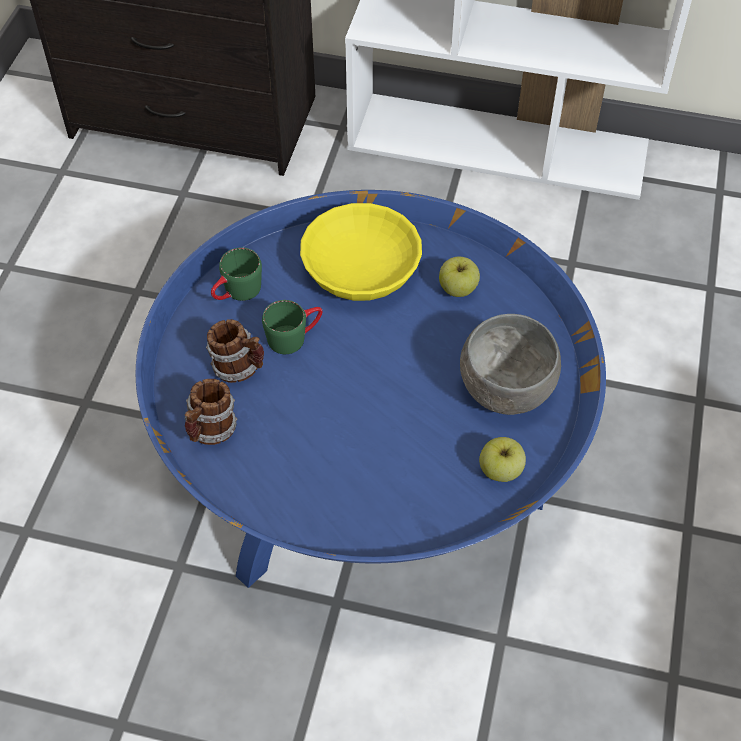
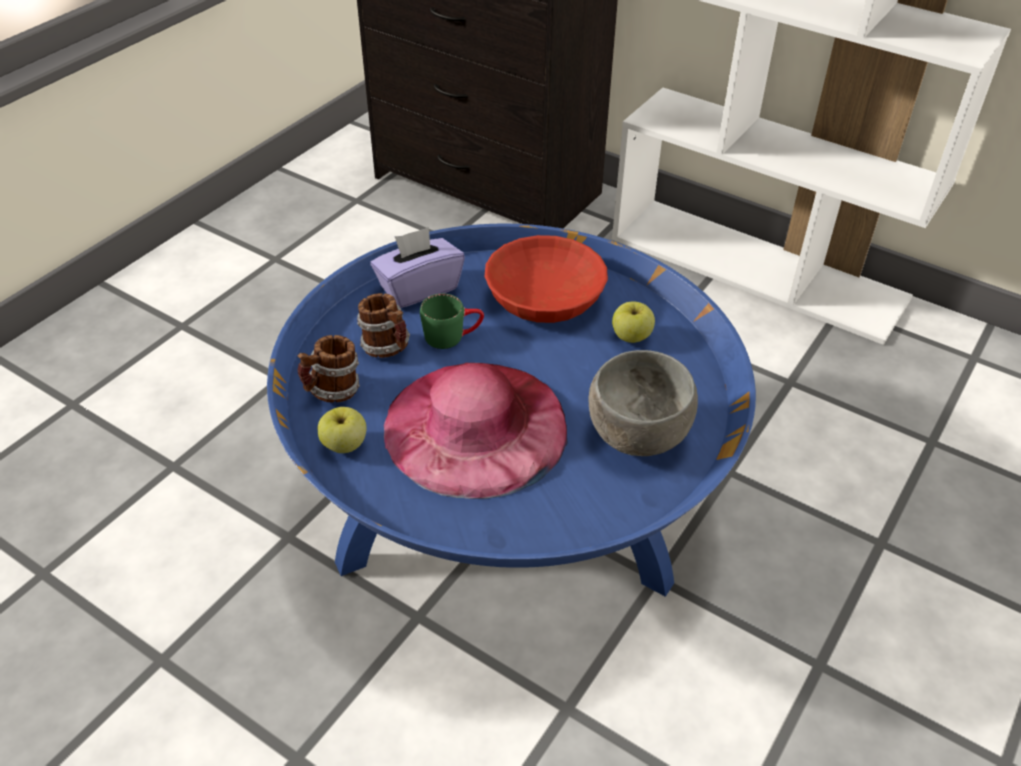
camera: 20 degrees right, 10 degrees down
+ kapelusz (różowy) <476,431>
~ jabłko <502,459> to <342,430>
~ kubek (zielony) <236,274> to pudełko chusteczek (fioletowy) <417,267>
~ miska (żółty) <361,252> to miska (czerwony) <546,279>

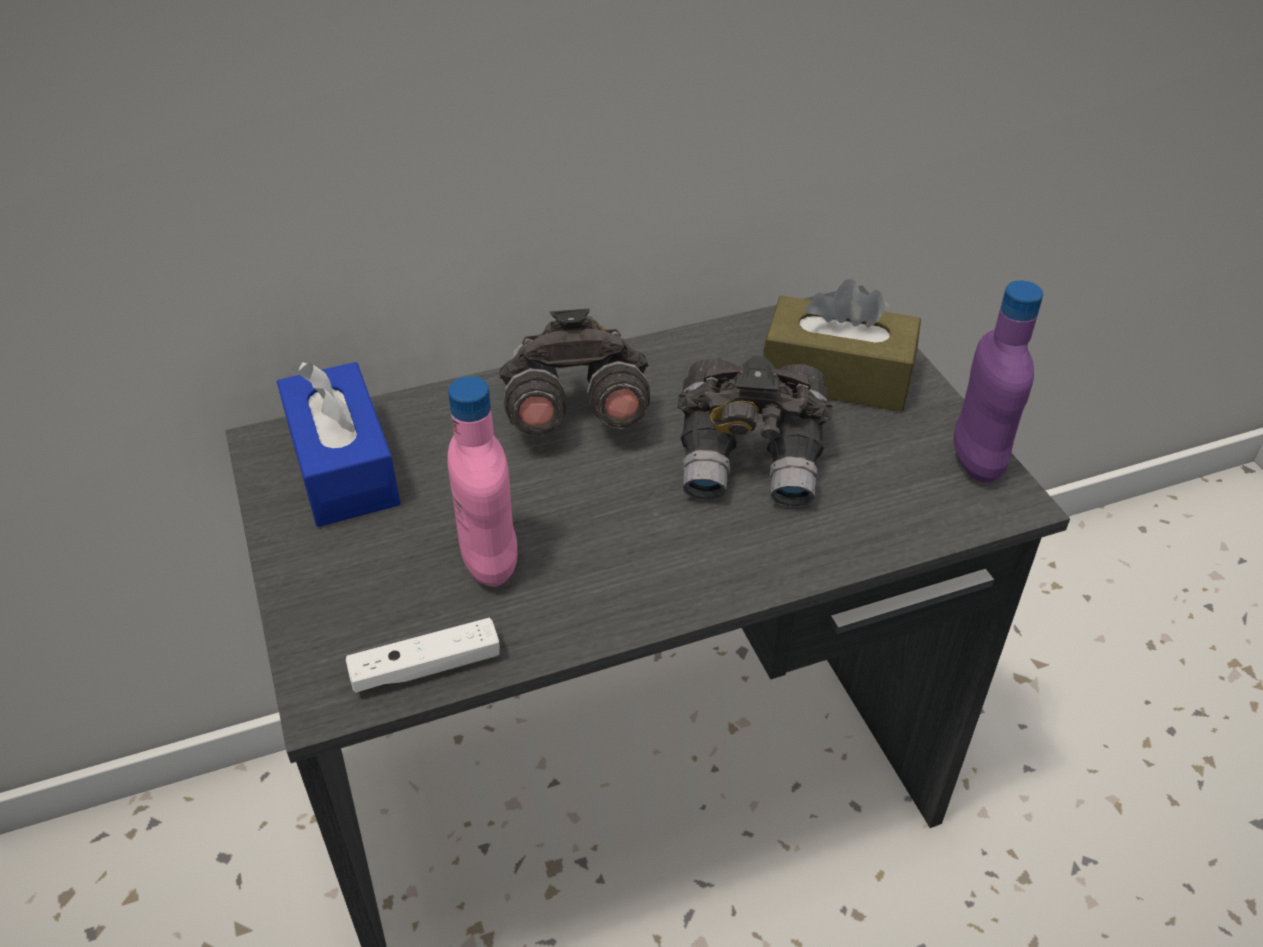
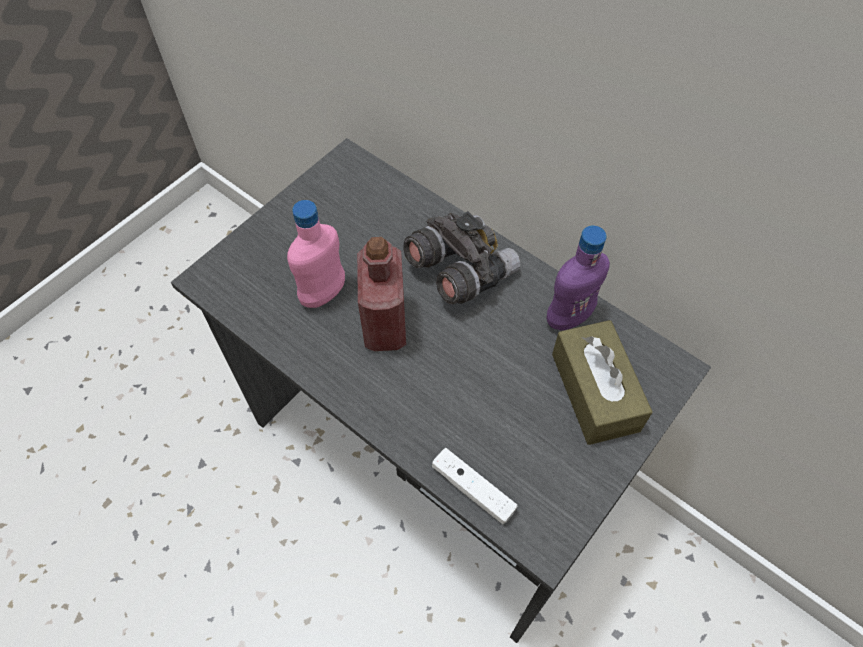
camera: 60 degrees right, 15 degrees up
- pudełko chusteczek (niebieski) <338,444>
- lornetka (szary) <755,431>
+ butelka (czerwony) <381,294>
~ pad do gier (biały) <422,655> to <474,486>
~ butelka (fioletowy) <998,381> to <578,278>

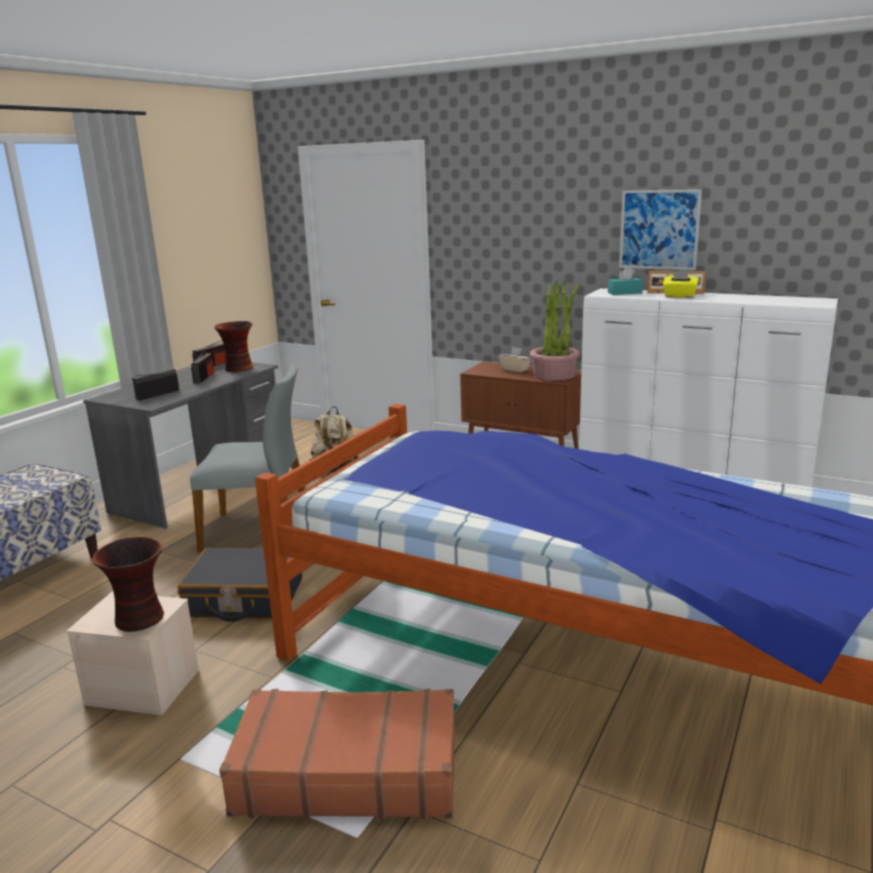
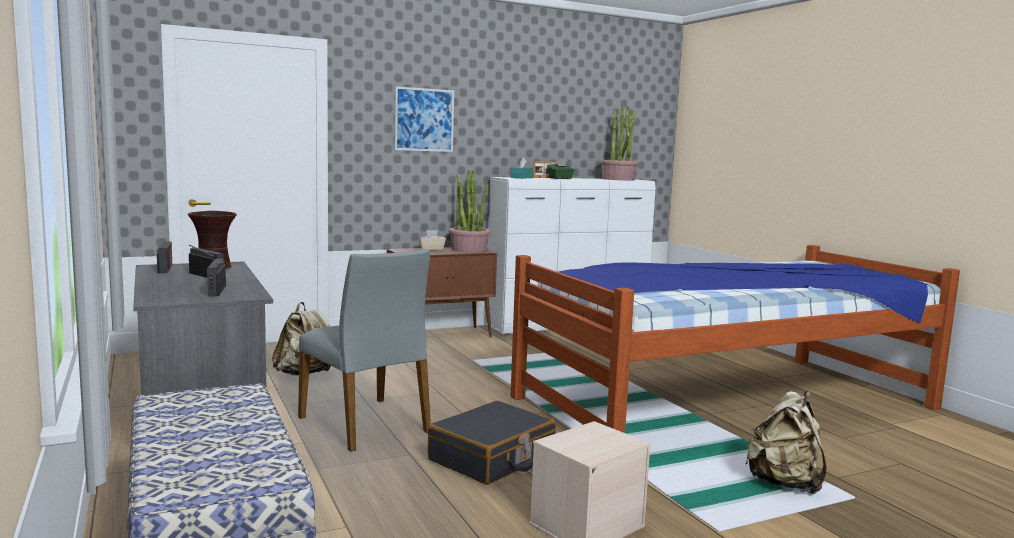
camera: 55 degrees left, 10 degrees down
- wazon <128,584>
+ roślina doniczkowa <619,143>
~ obraz <660,229> to <424,119>
~ walizka (brązowy) <337,754> to plecak (beżowy) <786,442>
~ pudełko chusteczek (żółty) <681,284> to pudełko chusteczek (zielony) <561,169>
~ krzesło (szary) <247,458> = <364,350> 105 degrees clockwise

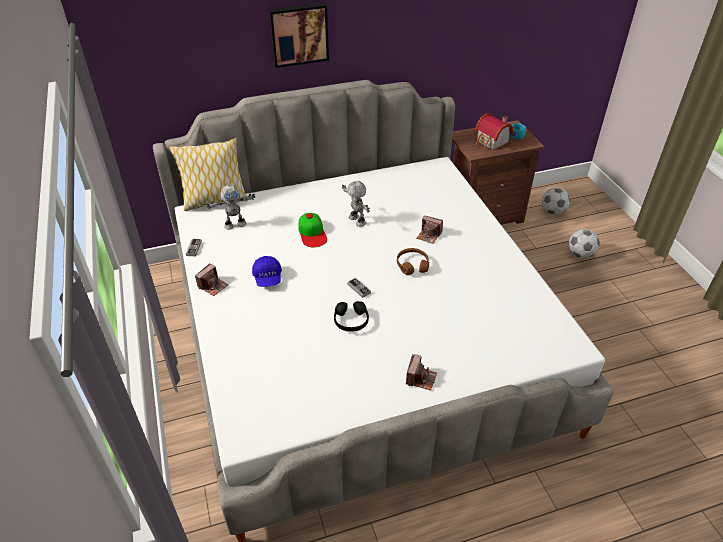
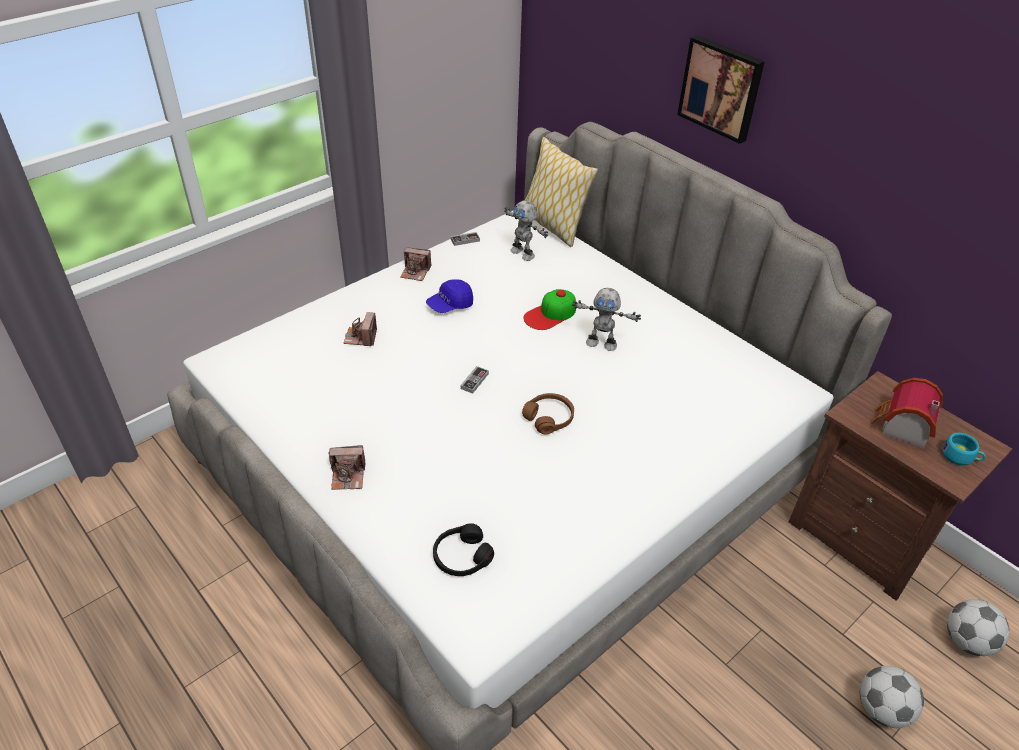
camera: 65 degrees right, 0 degrees up
~ słuchawki (czarny) <351,316> to <463,549>
~ aparat fotograficzny <430,230> to <360,329>
~ robot zabawkowy <356,204> = <606,319> 75 degrees clockwise

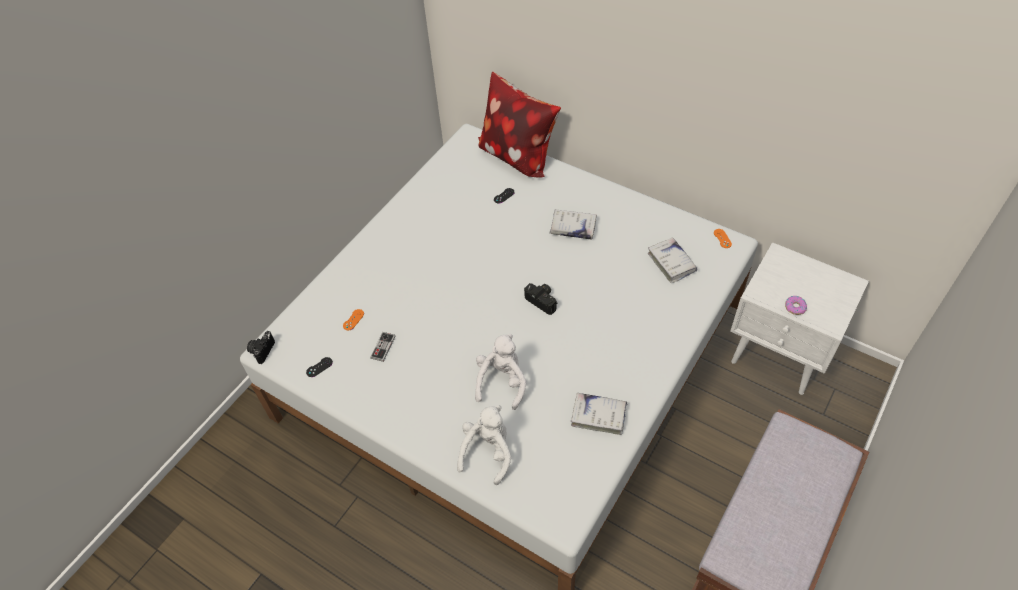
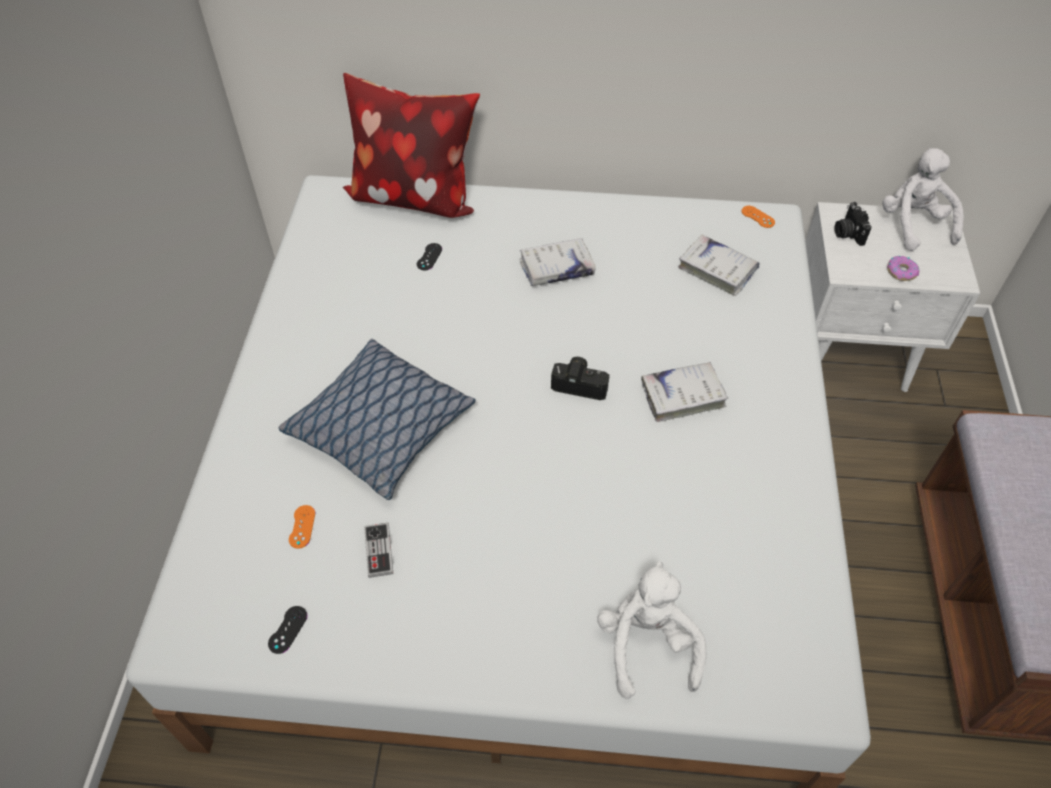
camera: 30 degrees left, 0 degrees up
+ poduszka <377,419>
~ aparat fotograficzny <261,347> to <853,224>
~ pluszak (biały) <500,371> to <923,199>
~ książka (biały) <599,414> to <685,392>

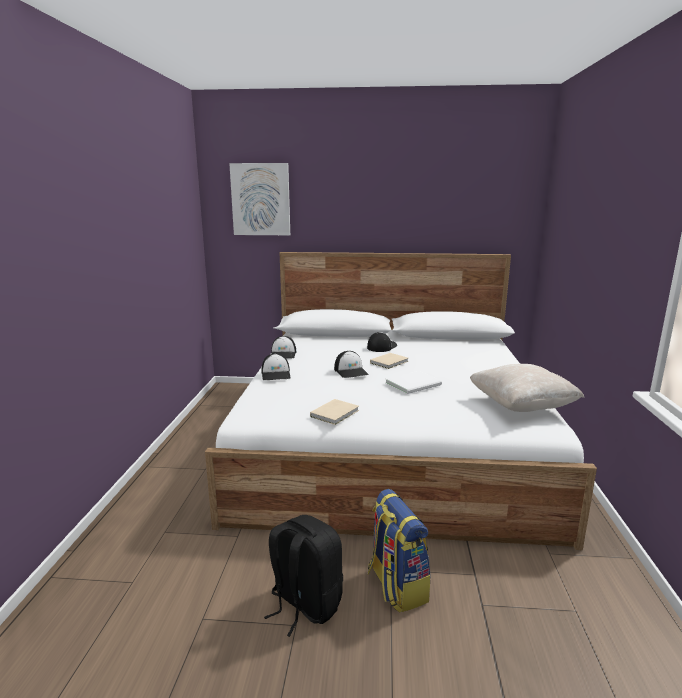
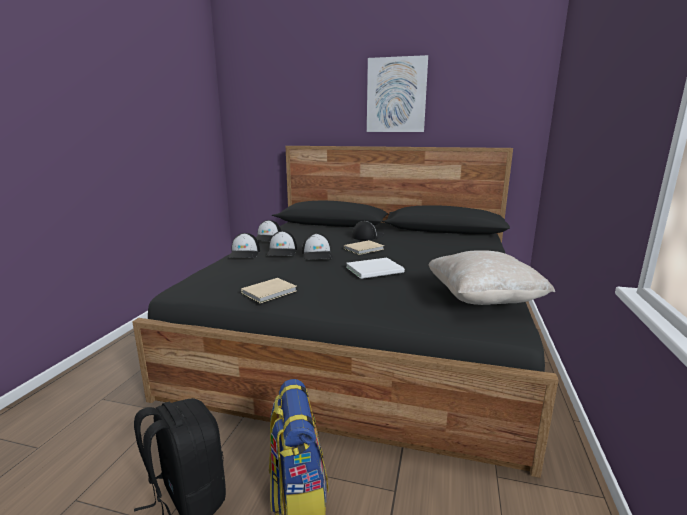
camera: 10 degrees right, 0 degrees up
+ czapka z daszkiem <281,243>
~ obraz <259,199> to <397,93>
~ łóżko (biały) <401,401> to łóżko (czarny) <345,312>

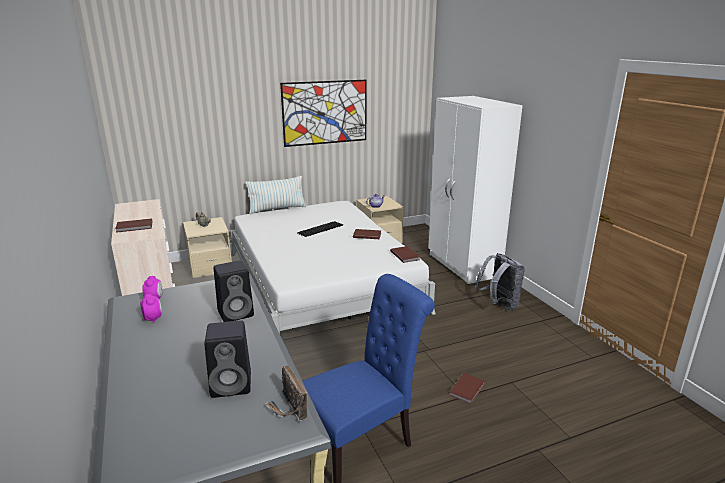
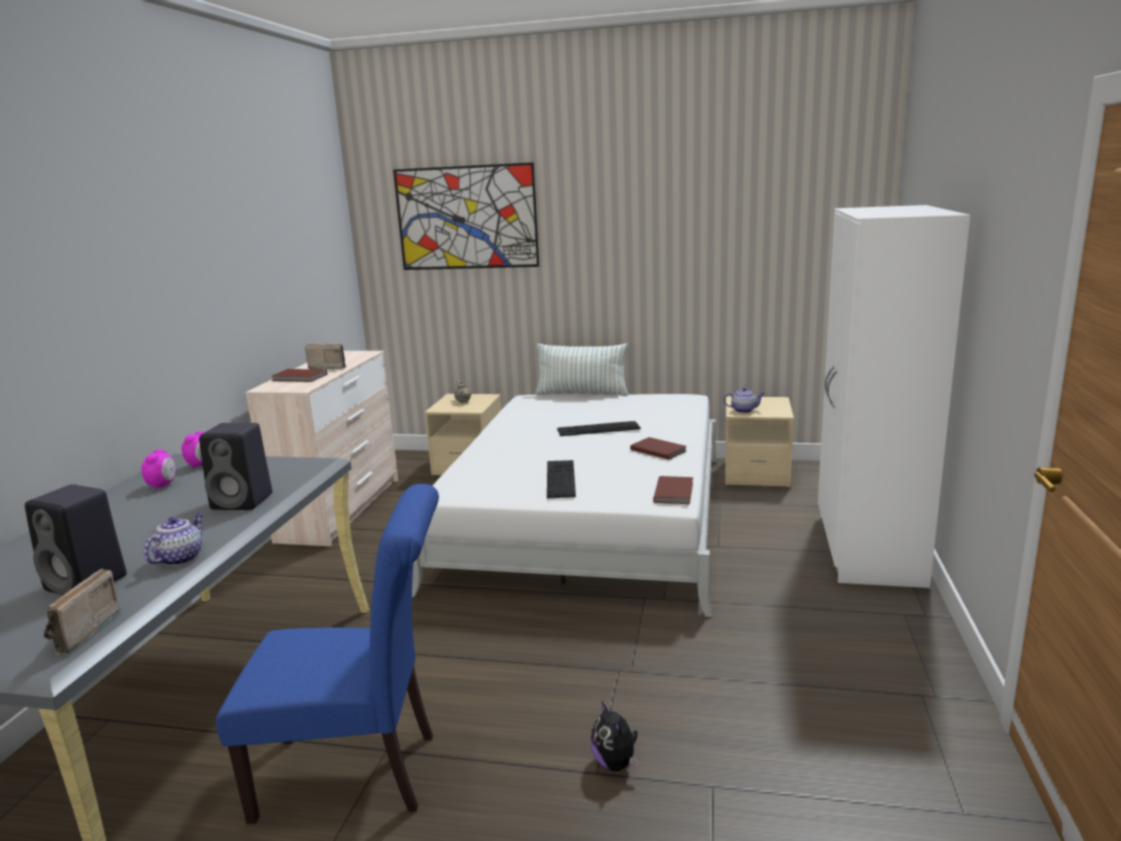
camera: 35 degrees right, 5 degrees down
- plecak (szary) <500,281>
+ imbryk <173,539>
+ radio <326,357>
+ klawiatura <561,479>
~ obraz <323,113> to <466,216>
~ książka (brązowy) <467,388> to pluszak <614,736>

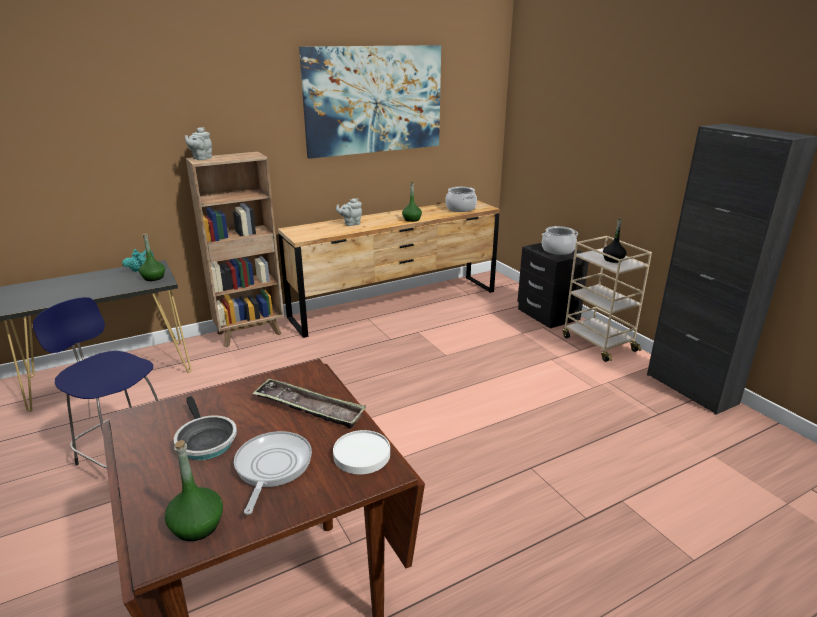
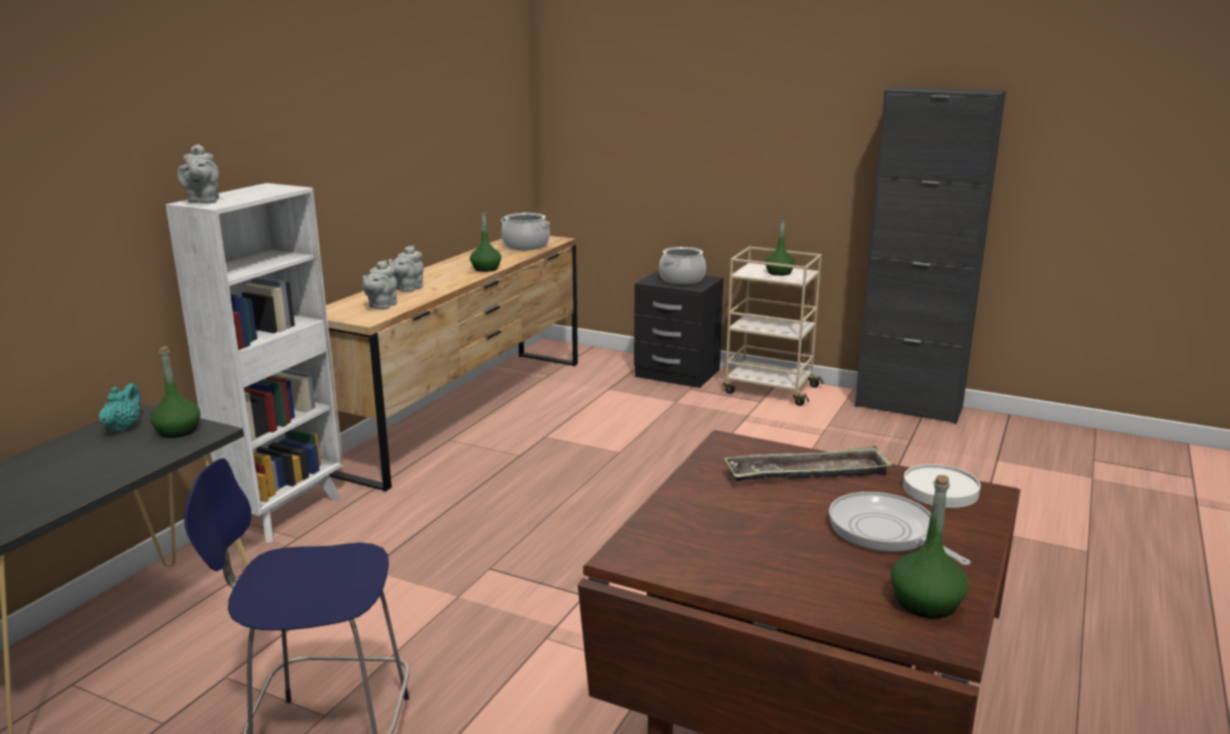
camera: 35 degrees left, 5 degrees down
- patelnia <205,428>
- obraz <370,102>
+ imbryk (szary) <379,285>
~ regał (brązowy) <235,249> to regał (biały) <254,363>
~ butelka (czarny) <614,240> to butelka (zielony) <780,246>

